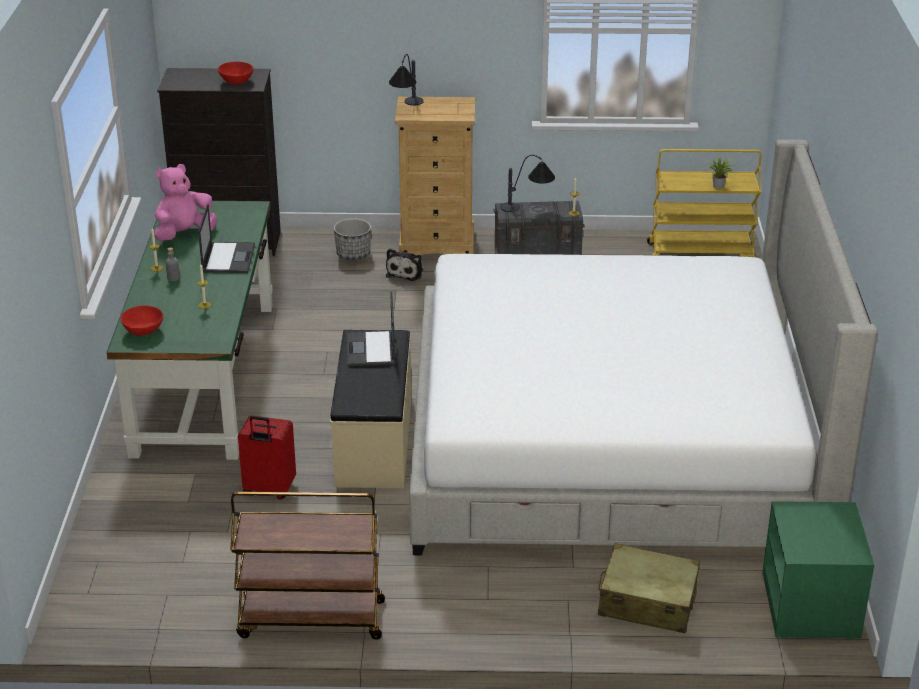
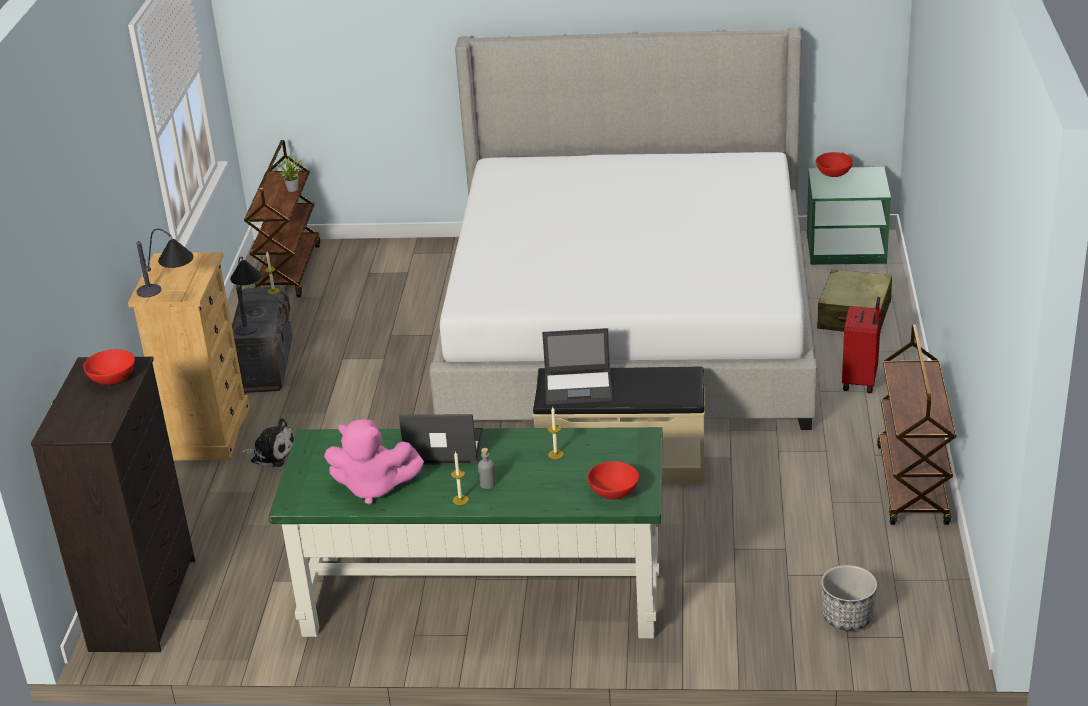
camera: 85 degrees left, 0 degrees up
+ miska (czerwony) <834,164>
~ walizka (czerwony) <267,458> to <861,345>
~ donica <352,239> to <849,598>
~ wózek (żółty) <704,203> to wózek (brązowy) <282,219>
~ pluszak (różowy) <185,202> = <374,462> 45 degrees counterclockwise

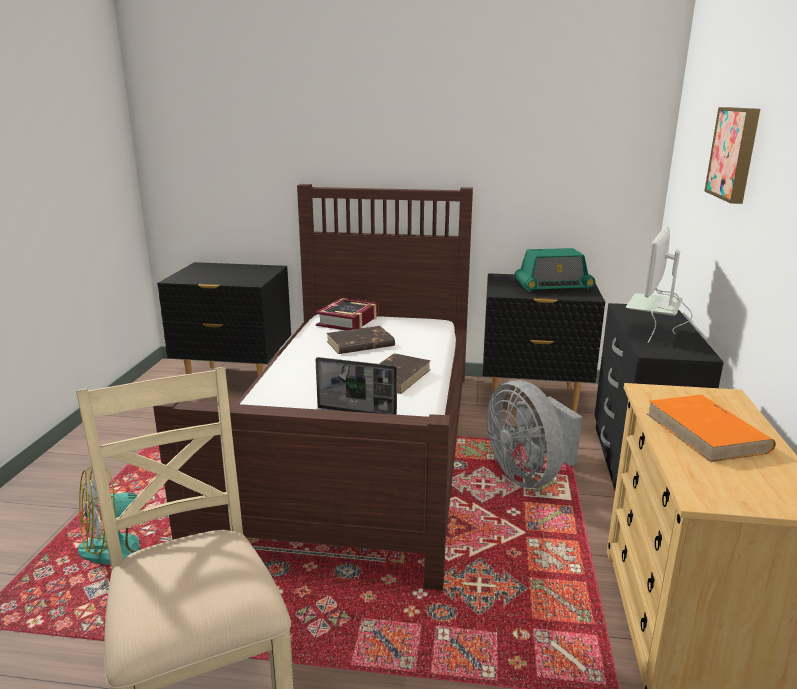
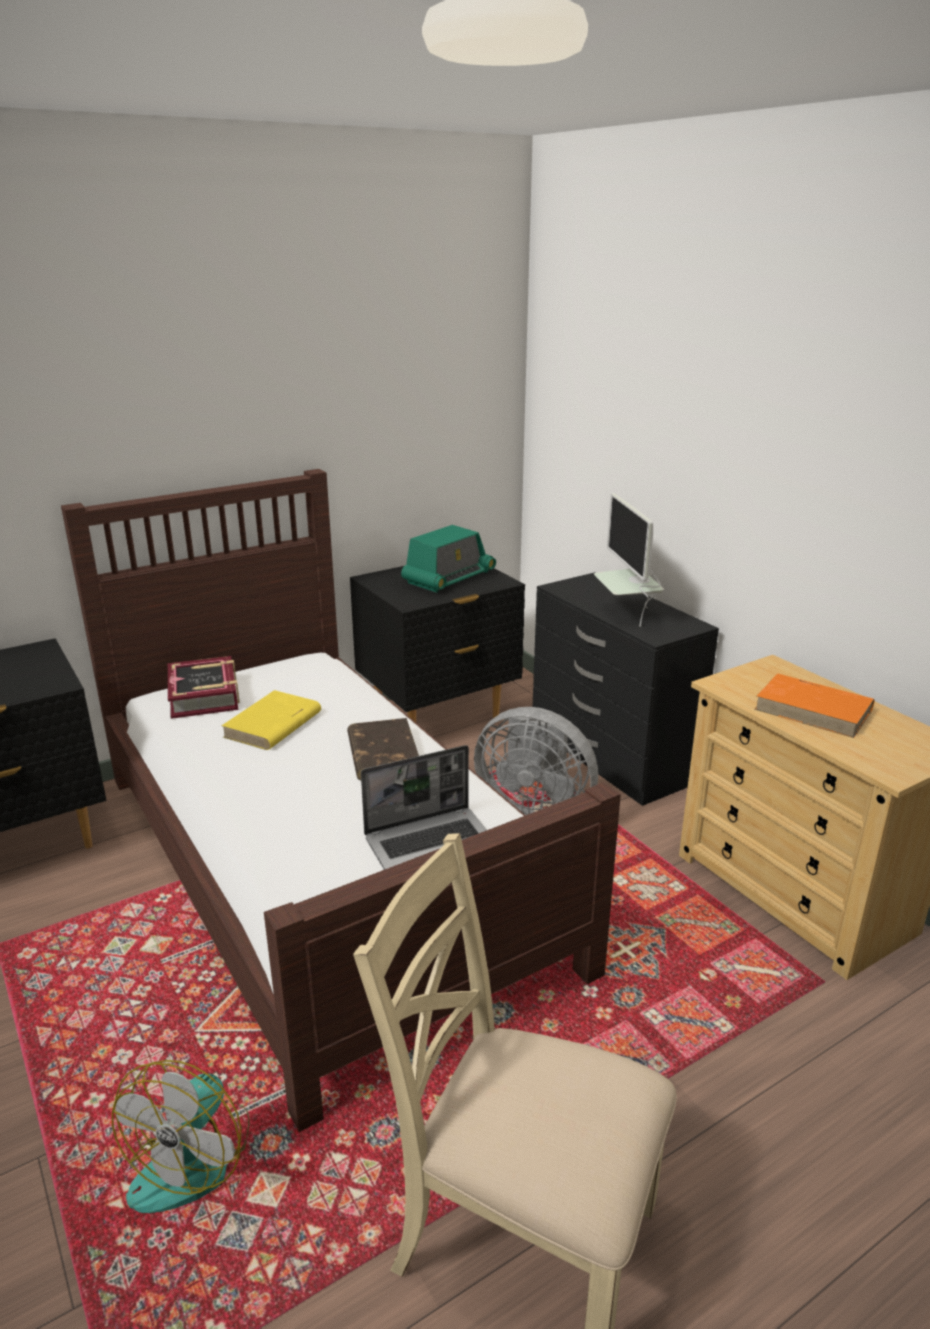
camera: 40 degrees left, 5 degrees up
- obraz <732,155>
~ książka (brązowy) <360,340> to książka (żółty) <271,720>

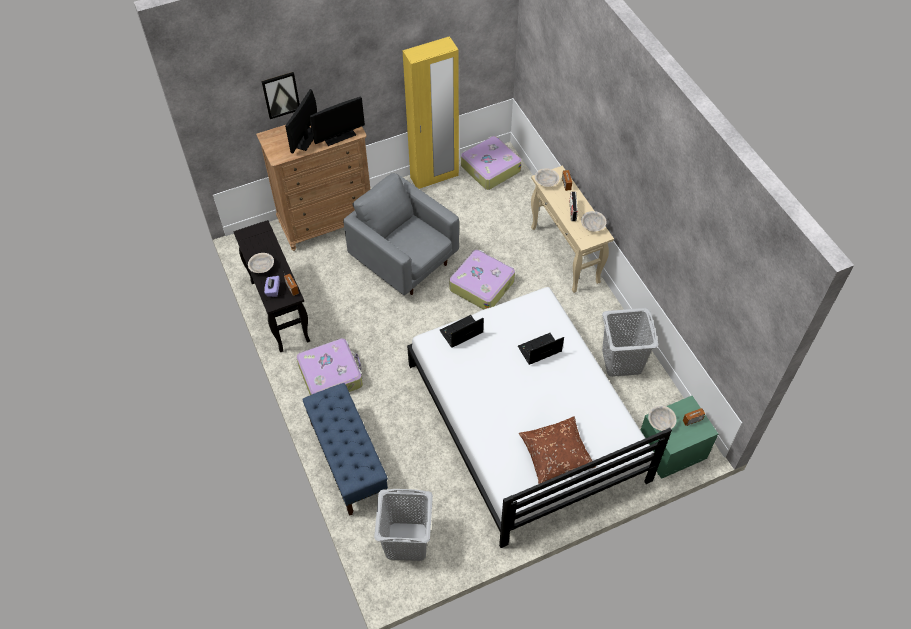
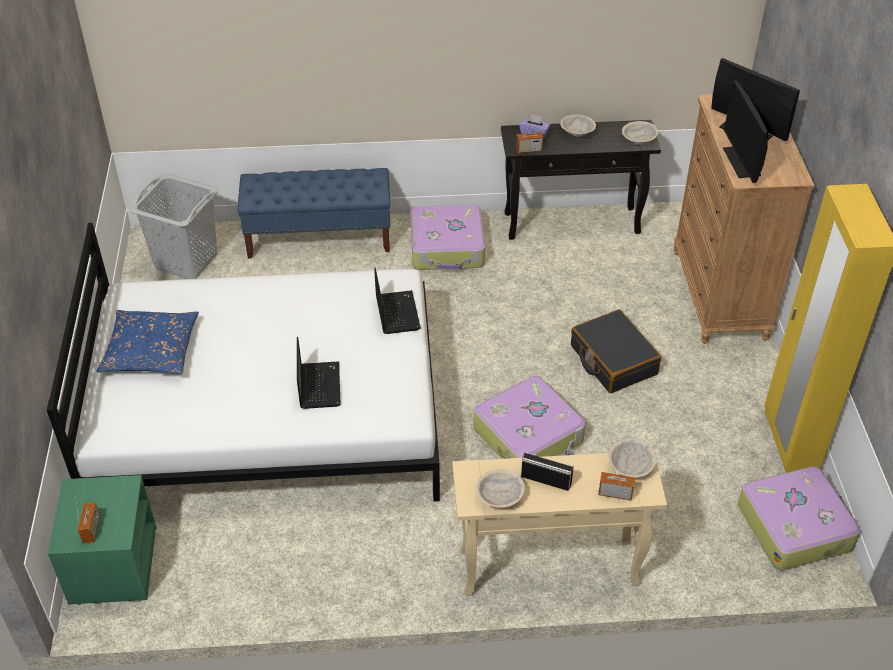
camera: 110 degrees right, 10 degrees down
- obraz <280,95>
- kosz na pranie (szary) <630,342>
~ miska (beżowy) <662,418> to <640,132>
~ fotel (szary) <401,234> to walizka (czarny) <616,351>
~ poduszka (brązowy) <557,450> to poduszka (niebieski) <148,342>

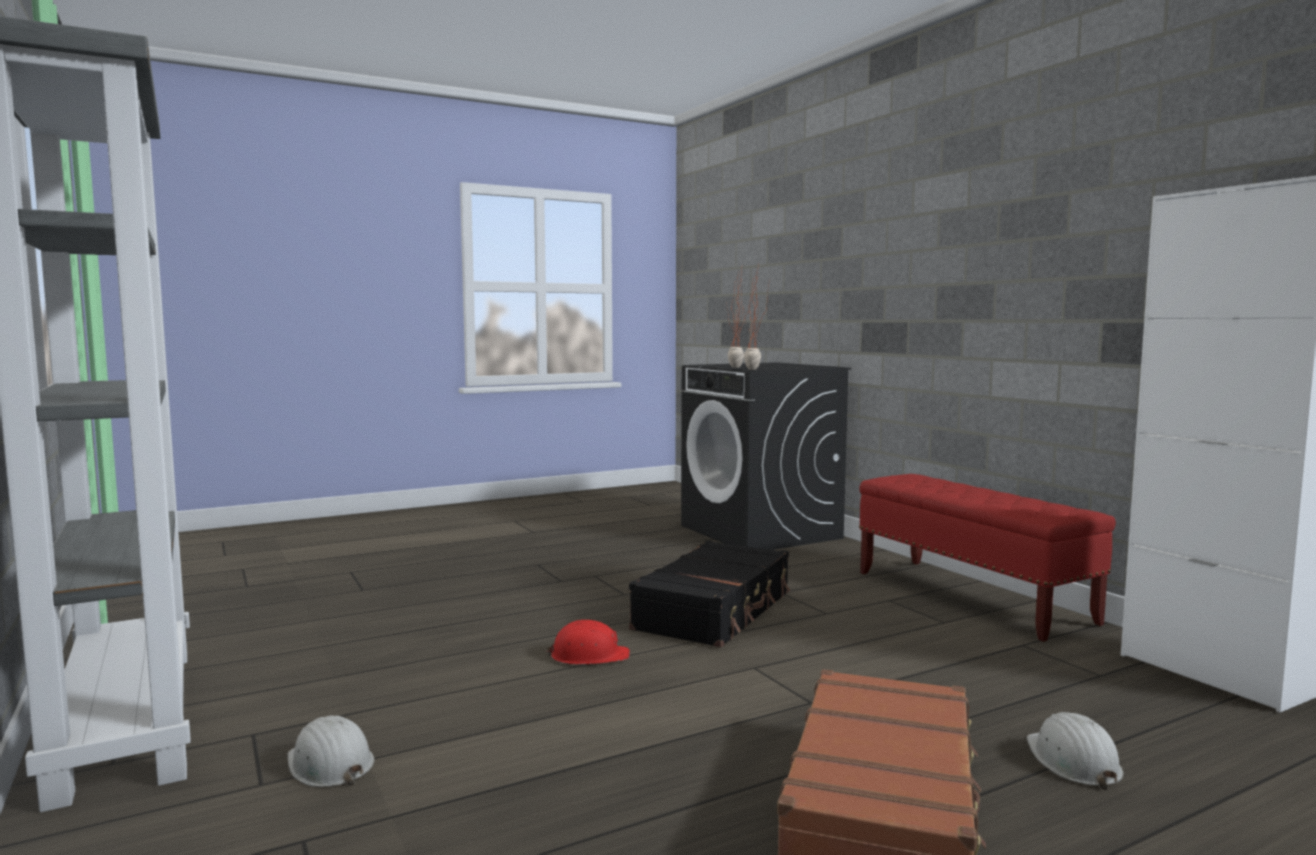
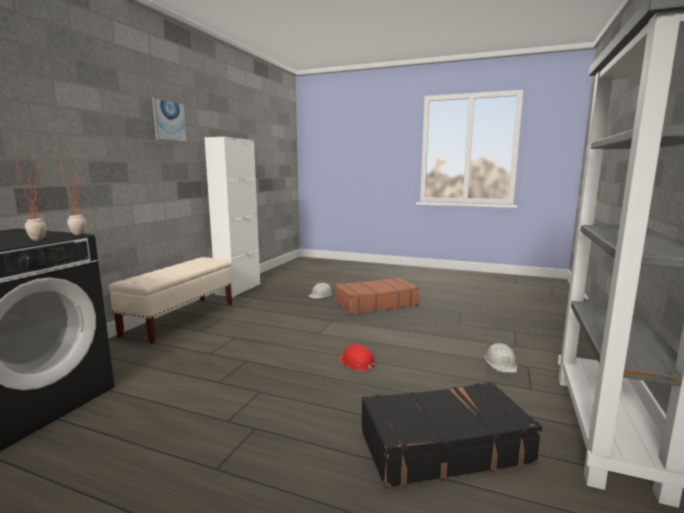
camera: 130 degrees left, 5 degrees up
+ obraz <169,120>
~ walizka (czarny) <709,593> to <451,435>
~ ławka (czerwony) <987,558> to ławka (beżowy) <170,300>

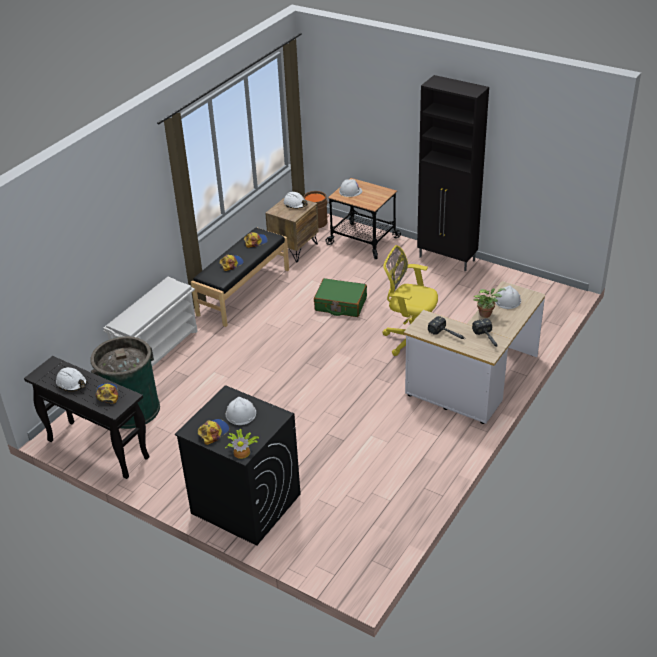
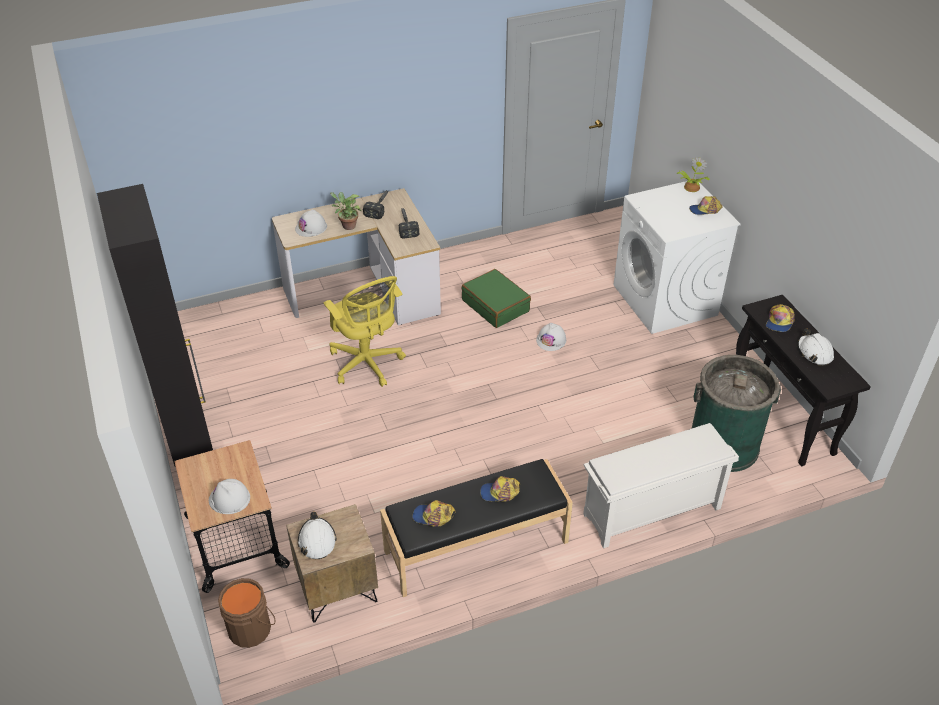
camera: 145 degrees left, 5 degrees up
~ kask (biały) <241,411> to <551,337>
~ walizka (zielony) <340,297> to <496,298>
~ pralka (czarny) <238,465> to pralka (biały) <677,257>

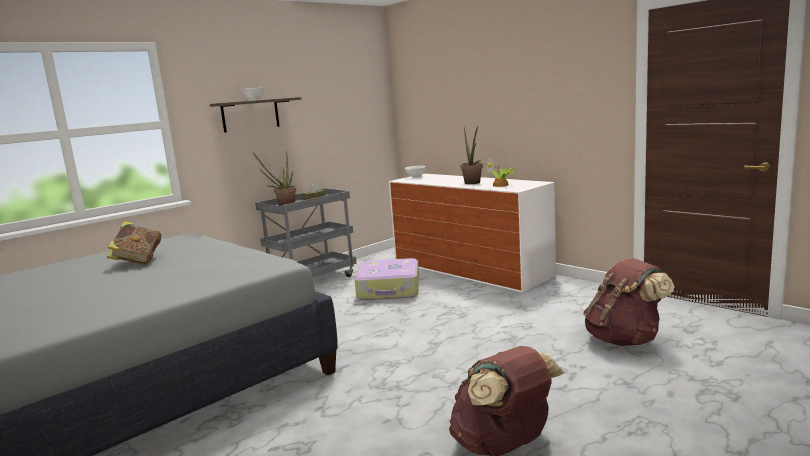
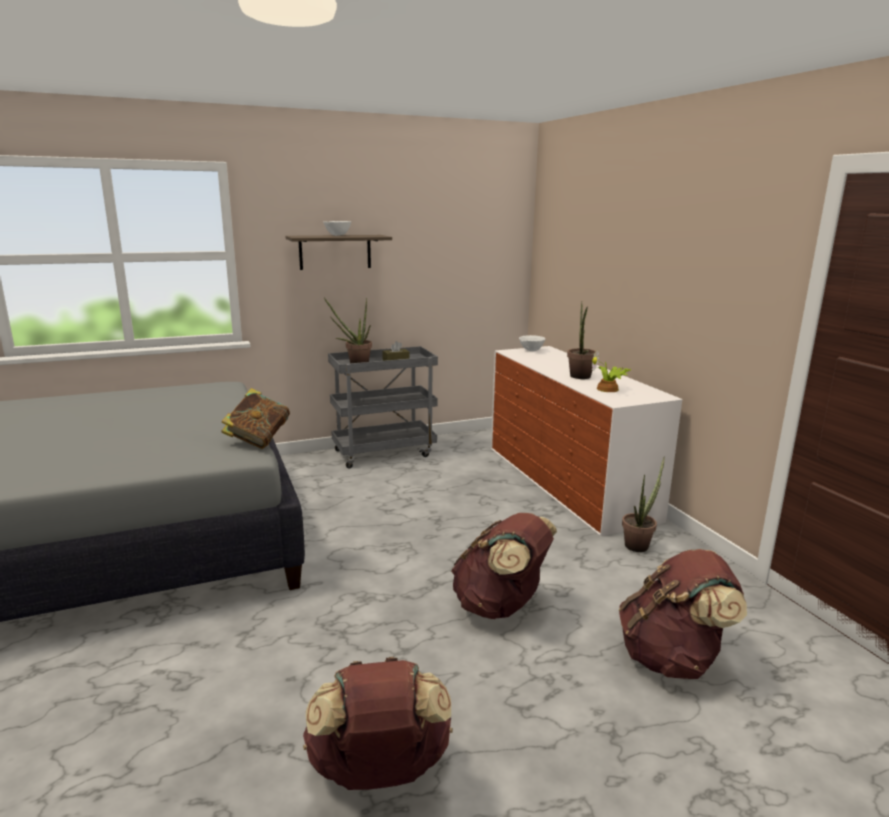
camera: 20 degrees right, 5 degrees up
- walizka <387,279>
+ plecak (brązowy) <504,566>
+ roślina doniczkowa <643,504>
~ książka <134,243> to <255,418>

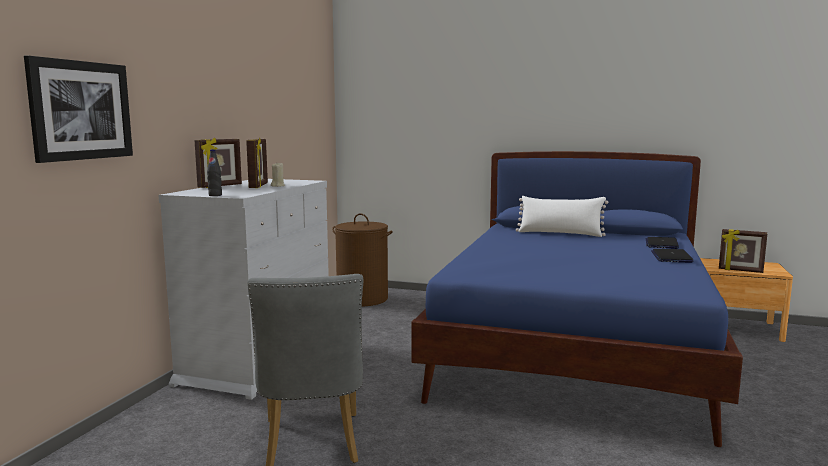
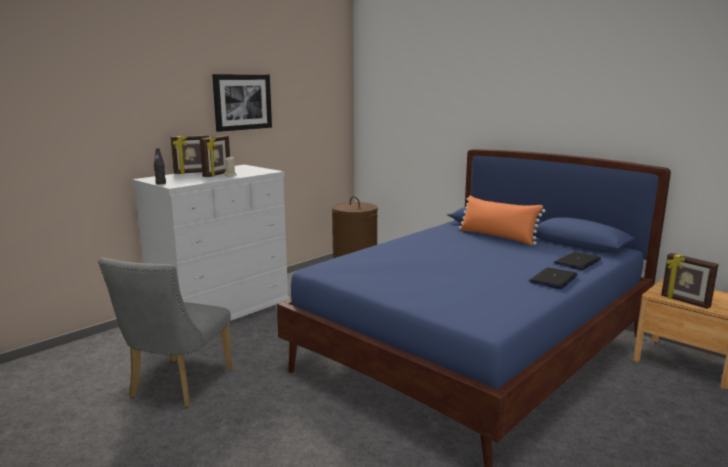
camera: 25 degrees right, 5 degrees up
~ obraz <78,109> to <242,103>
~ poduszka (biały) <562,216> to poduszka (pomarańczowy) <502,220>

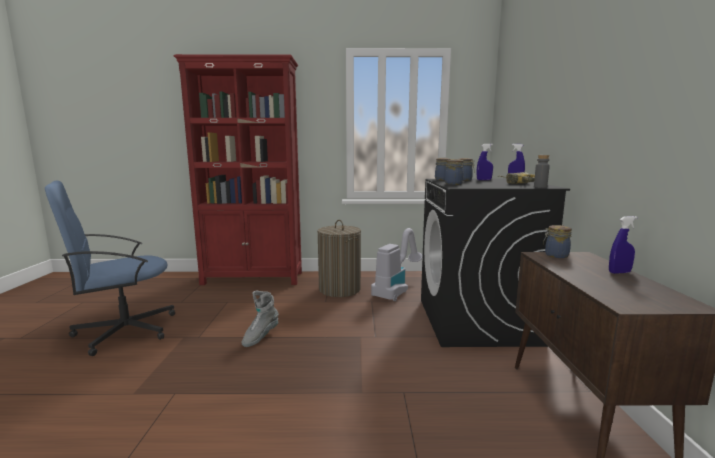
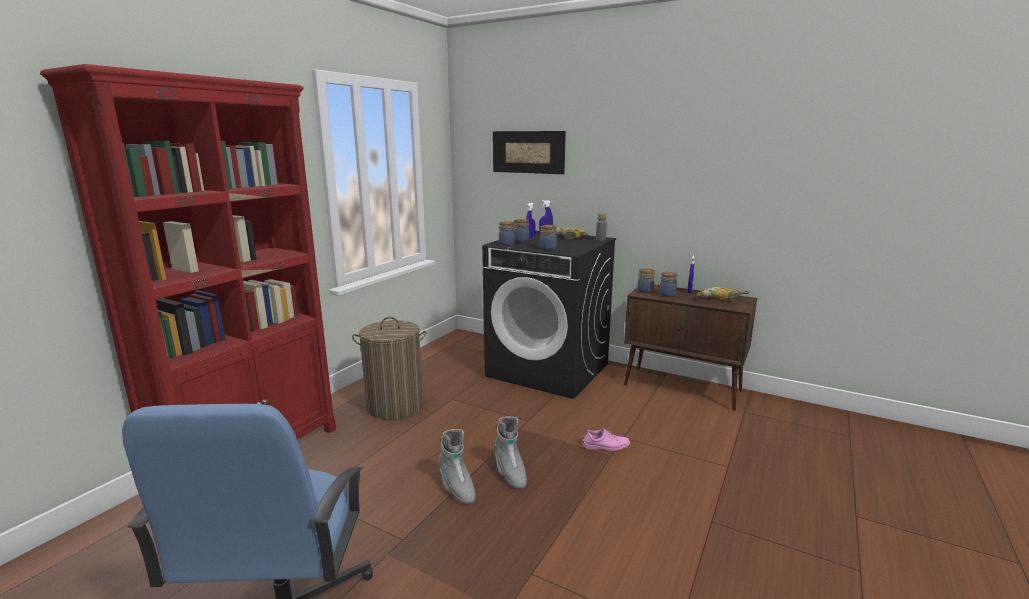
camera: 60 degrees left, 5 degrees up
- odkurzacz <397,264>
+ obraz <529,152>
+ but z cholewką (szary) <511,453>
+ but (różowy) <606,440>
+ słoik <668,284>
+ wiertarka <723,294>

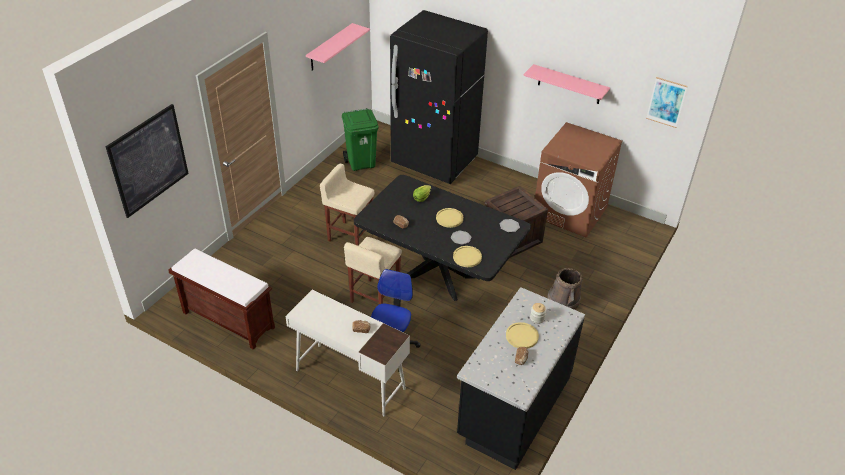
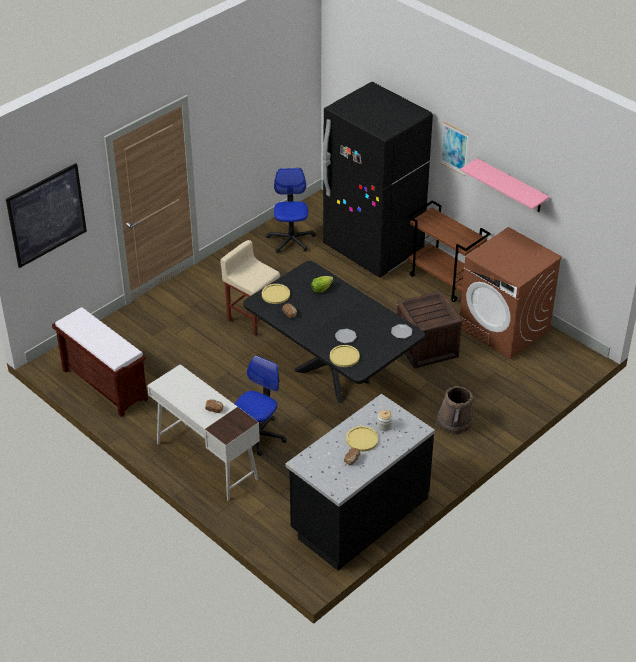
camera: 15 degrees right, 0 degrees up
- półka (różowy) <338,47>
- stołek (beżowy) <373,270>
+ wózek (brązowy) <449,251>
~ talerz (żółty) <449,218> to <276,294>
~ obraz <667,102> to <454,148>
~ kosz na śmieci (zielony) <360,139> to krzesło biurowe <291,210>

